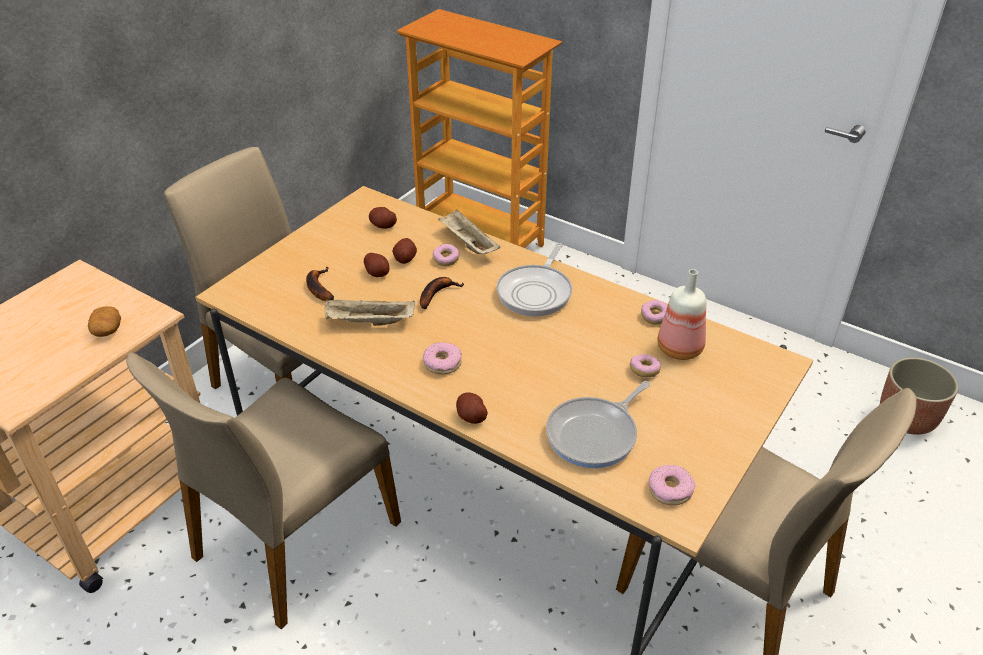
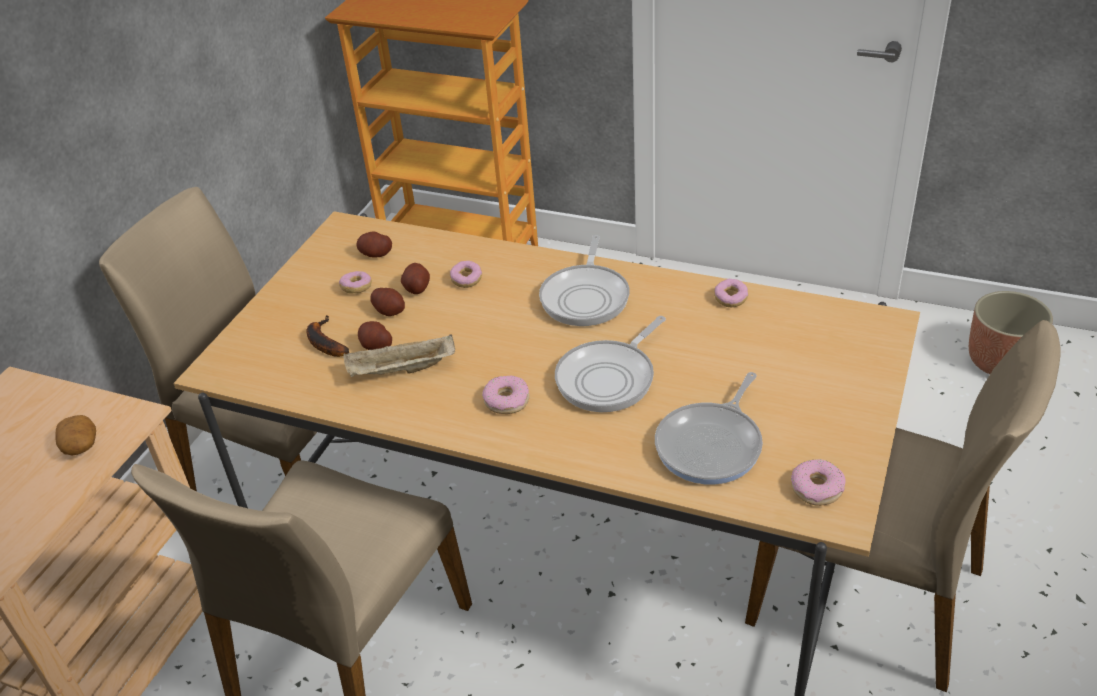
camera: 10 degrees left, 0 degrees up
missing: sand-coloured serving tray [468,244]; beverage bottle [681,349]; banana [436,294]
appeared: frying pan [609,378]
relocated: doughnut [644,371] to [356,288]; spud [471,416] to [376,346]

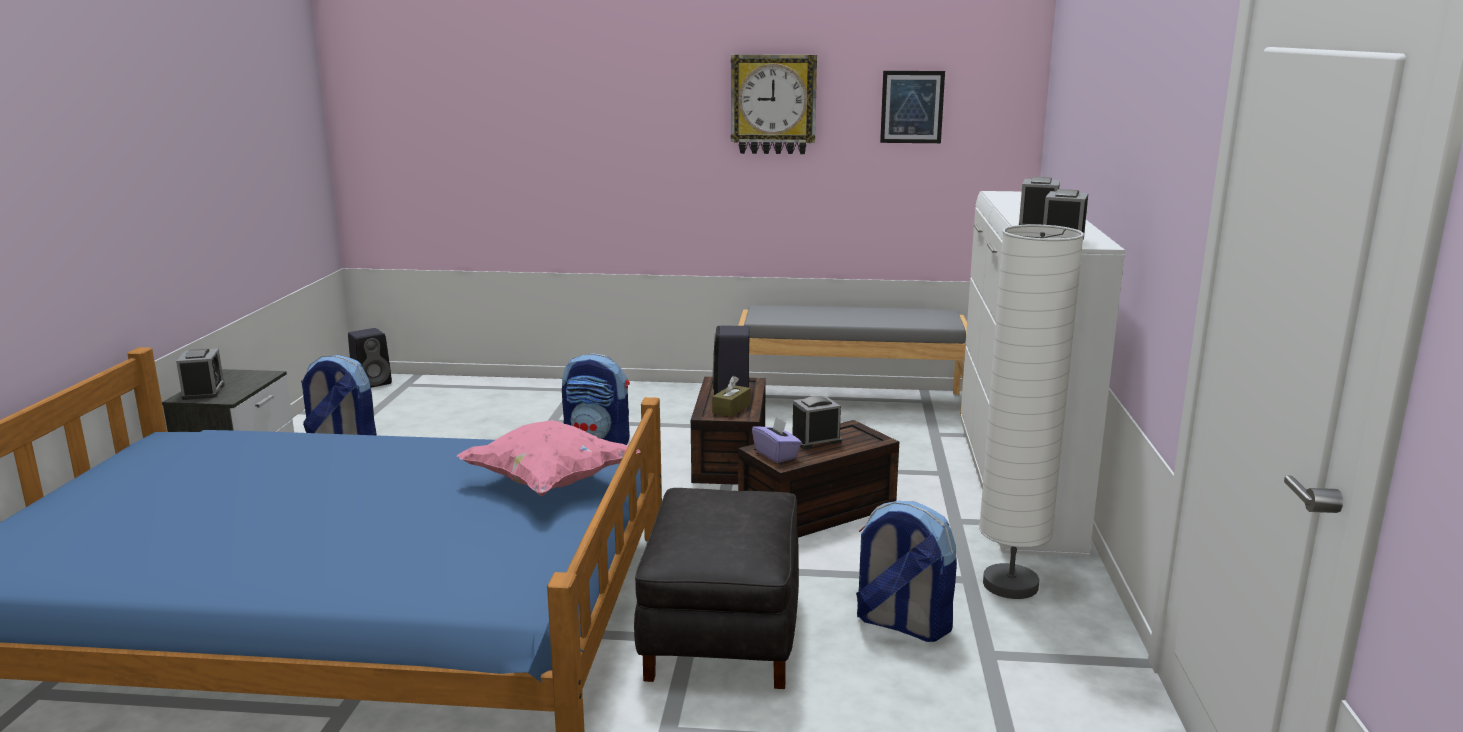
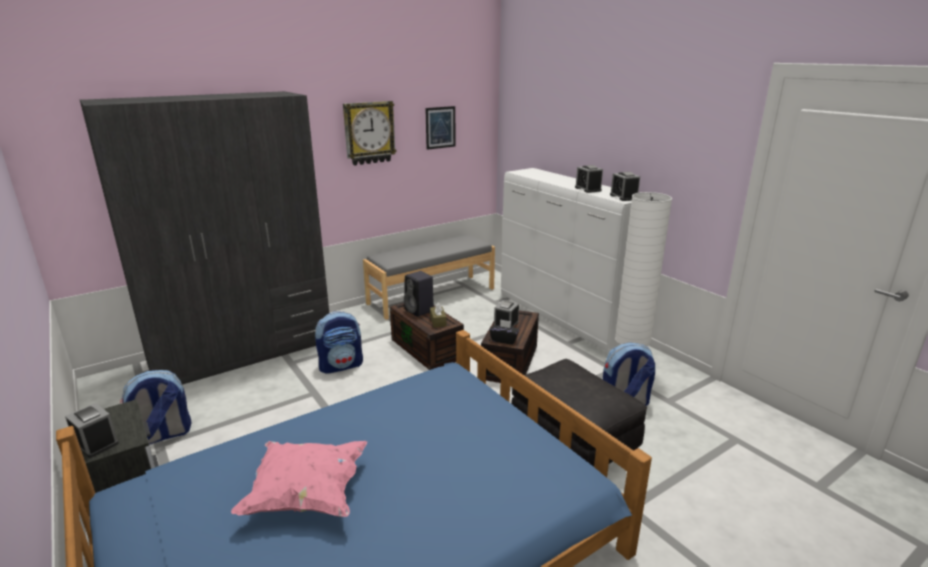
camera: 40 degrees left, 5 degrees up
missing: black-coloured loudspeaker [373,382]
appeared: greyish clothes cupboard [243,352]
relocated: pinkish throw pillow [549,483] to [306,495]
colour: purplish box of tissues [776,455] to black-coloured box of tissues [504,340]

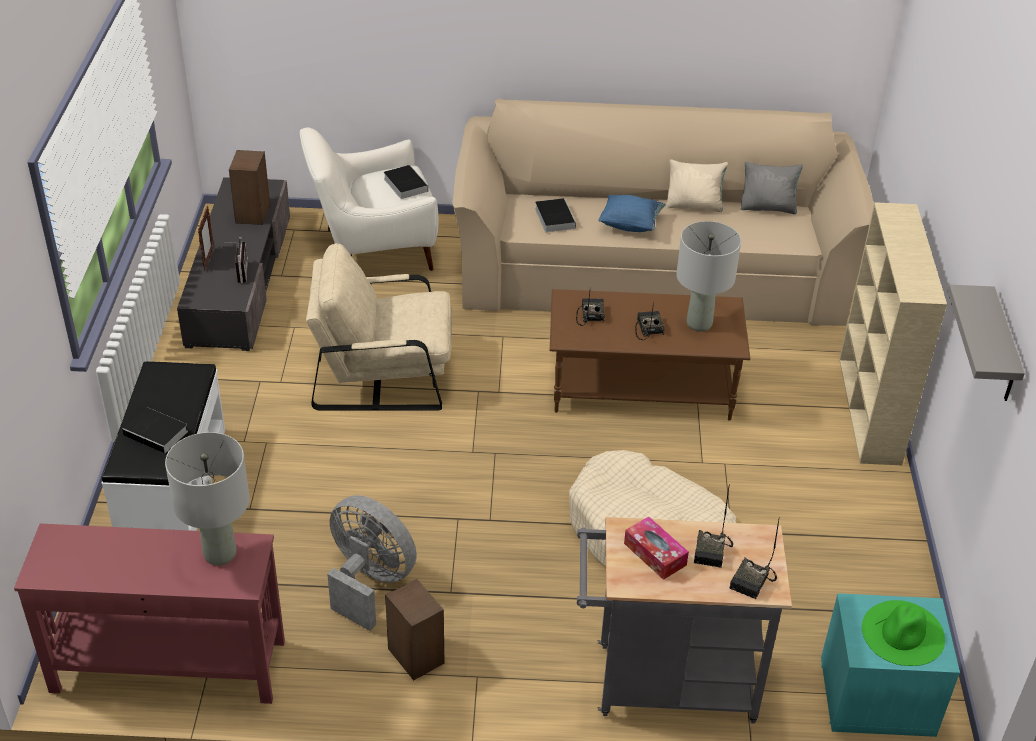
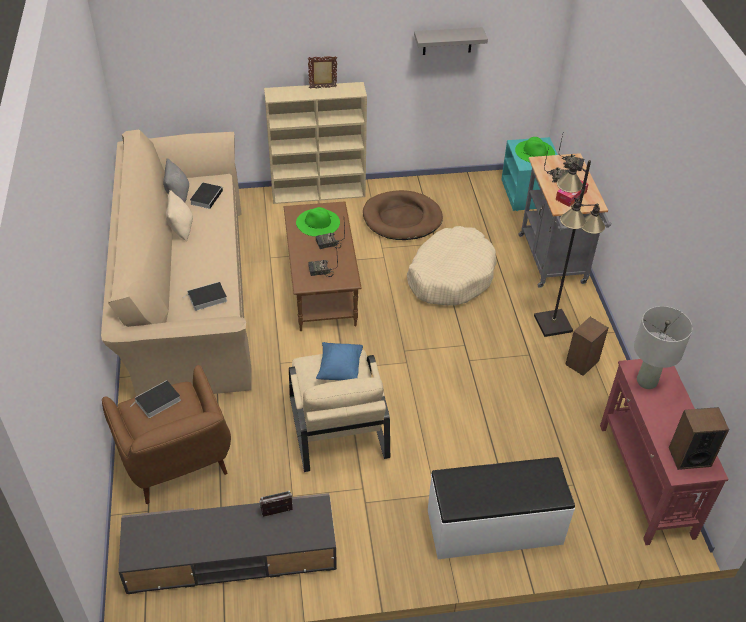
camera: 100 degrees left, 5 degrees up
missing: greyish fan [369,582]
appeared: black-coloured standard lamp [553,323]; brown-coloured dog cushion [402,219]
relocated: loudspeaker [253,213] to [689,456]; blue-coloured throw pillow [630,225] to [340,369]; standing frame [208,259] to [323,88]; volume [157,434] to [206,197]
exchanged: greyish lamp for a table [698,324] to green wearable hat [318,222]
colour: white lounge chair [373,251] to brown-coloured lounge chair [177,463]

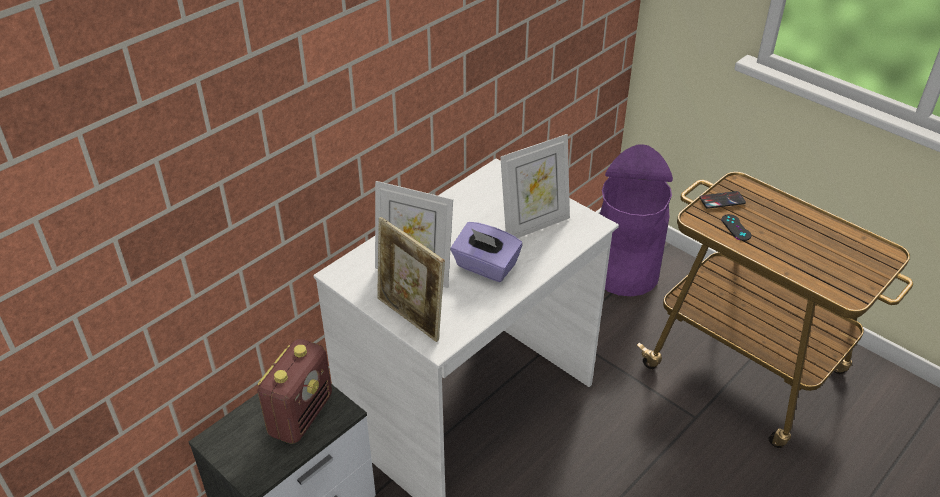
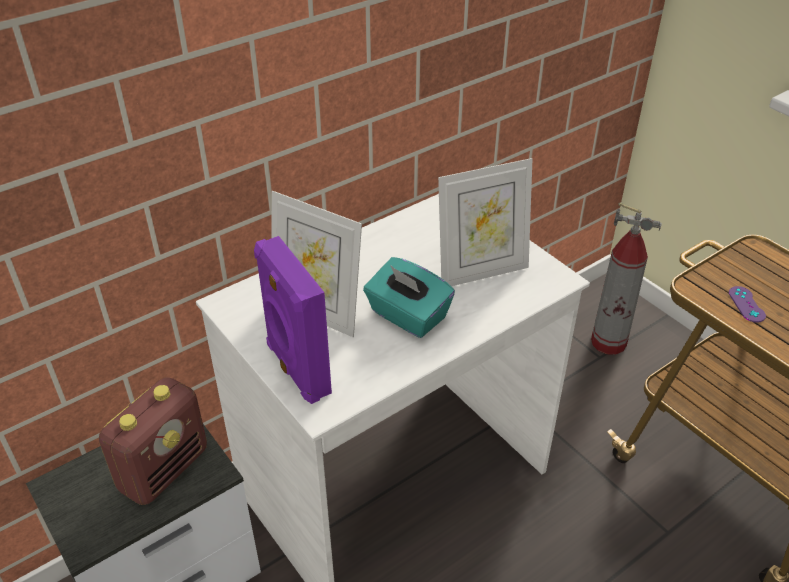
camera: 10 degrees right, 0 degrees up
missing: phone [722,200]
exchanged: purplish rubbish bin [625,273] to fire-fighting cylinder [609,342]; standing frame [411,317] to purplish loudspeaker [296,369]
colour: black-coloured game controller [736,227] to purplish game controller [746,304]; purplish box of tissues [485,266] to turquoise box of tissues [407,316]

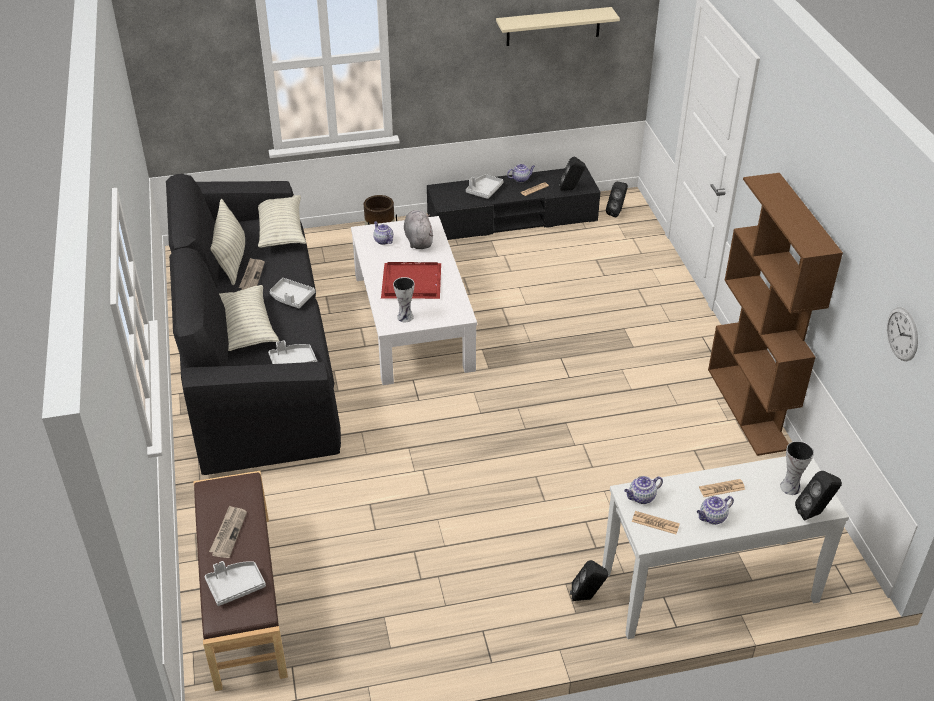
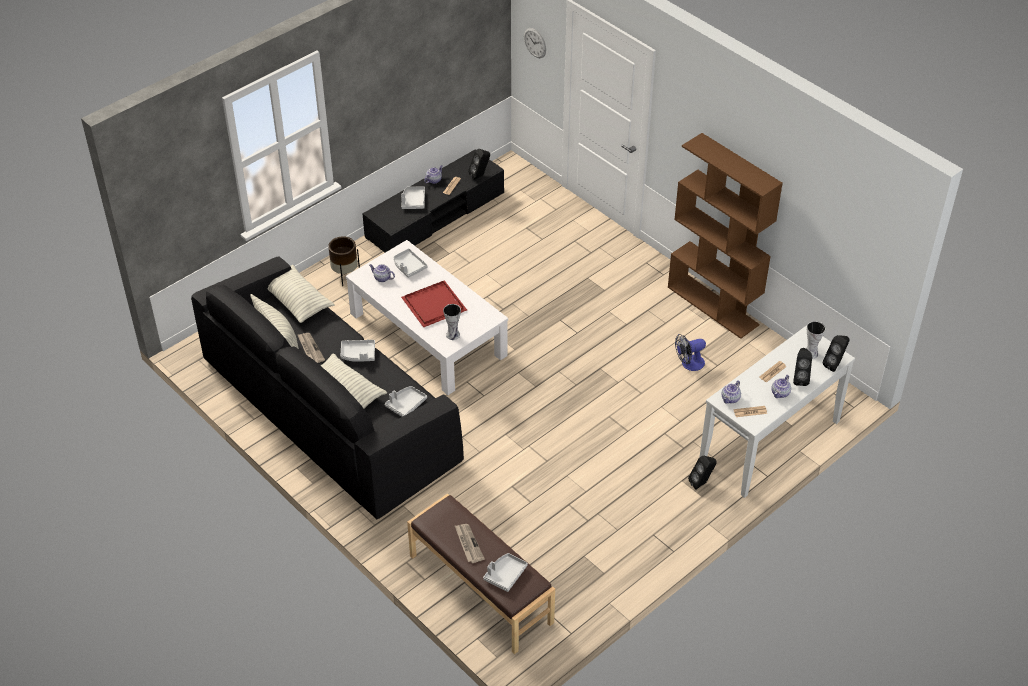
camera: 30 degrees left, 5 degrees up
missing: sand-coloured shelf [553,26]
appeared: fan [689,364]
relocated: black-coloured loudspeaker [617,213] to [799,378]; hanging clock [902,334] to [535,43]
exchanged: greyish soft toy [418,240] to greyish serving tray [409,266]

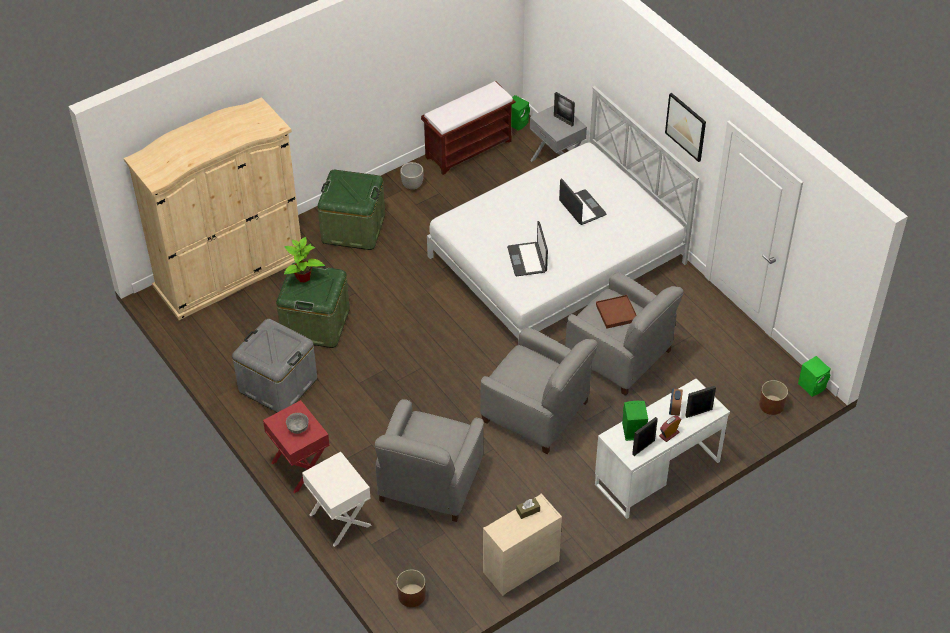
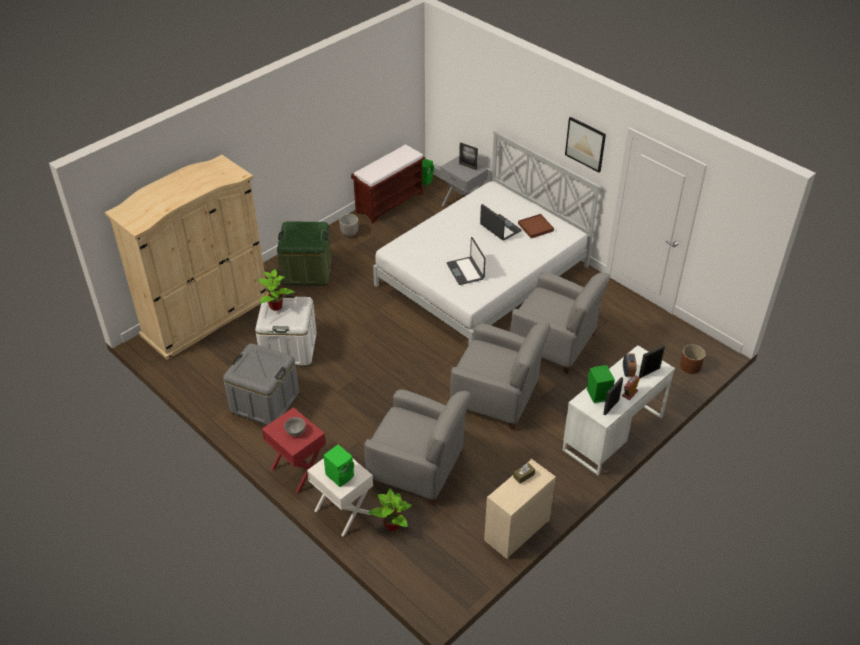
camera: 10 degrees left, 5 degrees down
missing: brown-coloured plant pot [411,595]
appeared: plant in a pot [393,525]
relocated: brown-coloured serving tray [616,313] to [535,227]; green loudspeaker [812,386] to [340,475]
colour: green storage container [315,323] to white storage container [289,348]
spun: greyish lounge chair [430,482] = [417,467] 75 degrees counterclockwise

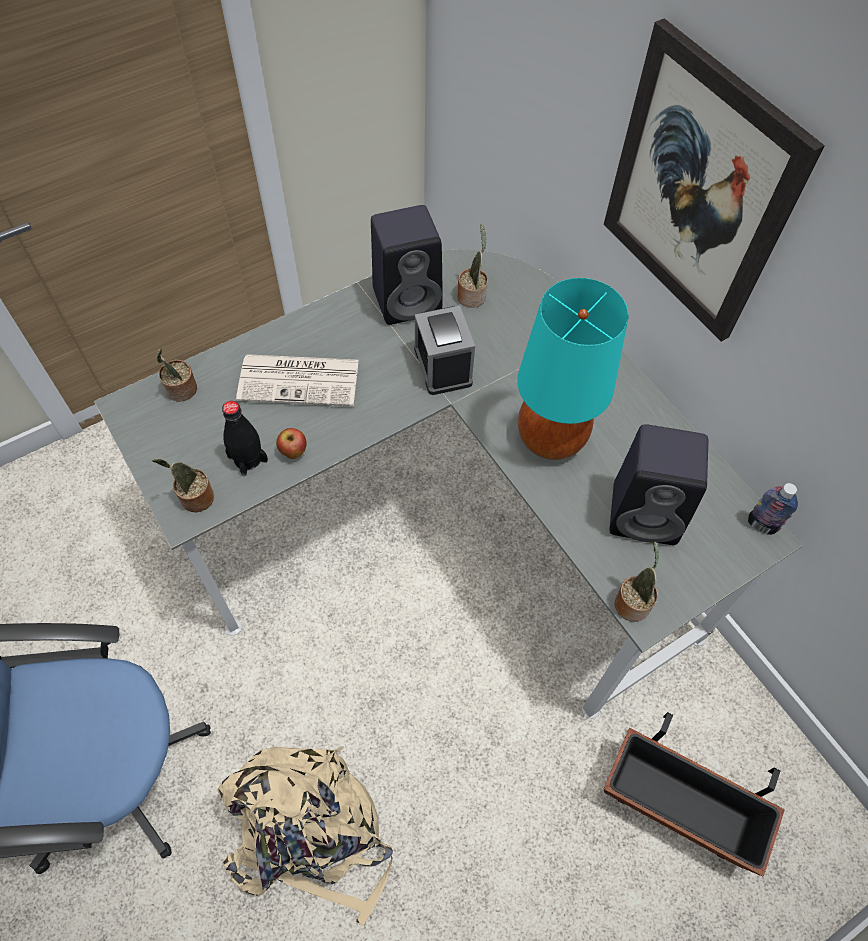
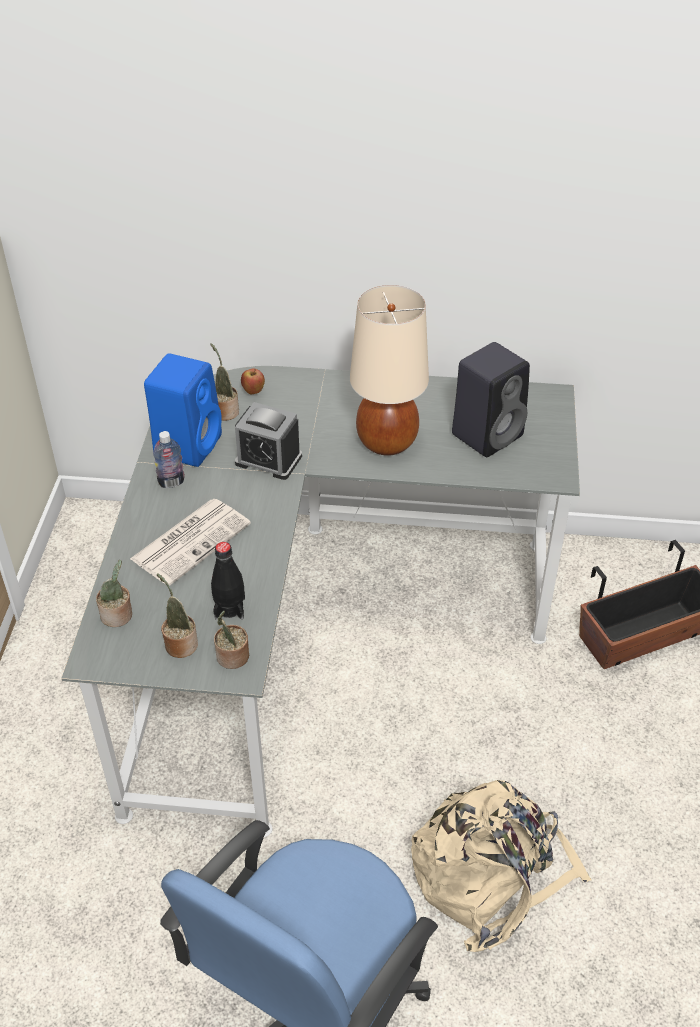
camera: 50 degrees left, 15 degrees down
missing: wall picture [699,189]
relocated: apple fruit [293,452] to [253,391]; beverage bottle [761,525] to [171,482]; plant in a pot [632,602] to [180,643]
colour: black-coloured loudspeaker [409,299] to blue-coloured loudspeaker [188,444]; turquoise lamp for a table [550,438] to sand-coloured lamp for a table [386,443]

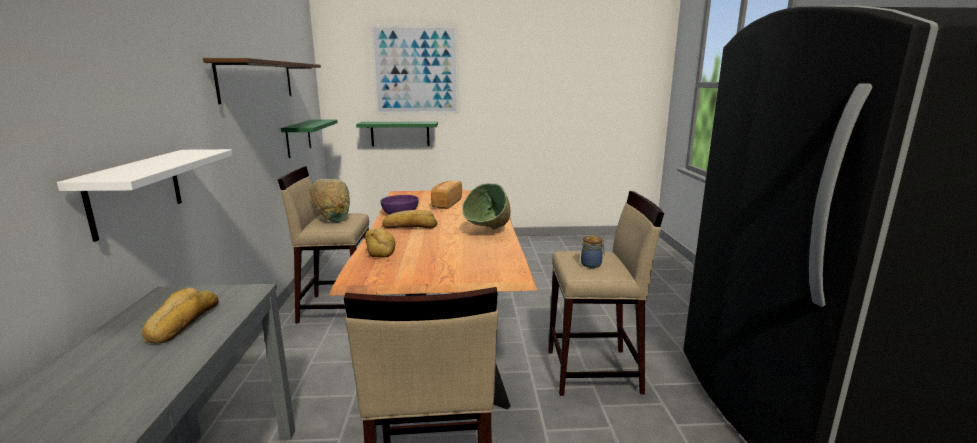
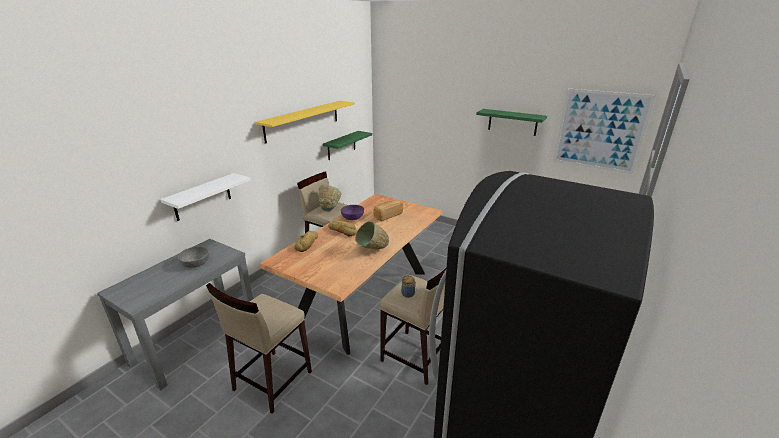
camera: 35 degrees right, 10 degrees up
relocated: wall picture [416,70] to [600,131]; green shelf [400,133] to [512,122]
exchanged: bakery bread [181,322] to greyish bowl [196,263]
colour: brown-coloured shelf [258,80] to yellowish shelf [303,120]

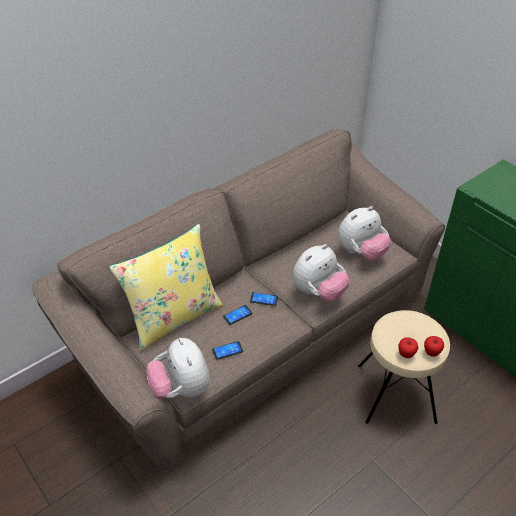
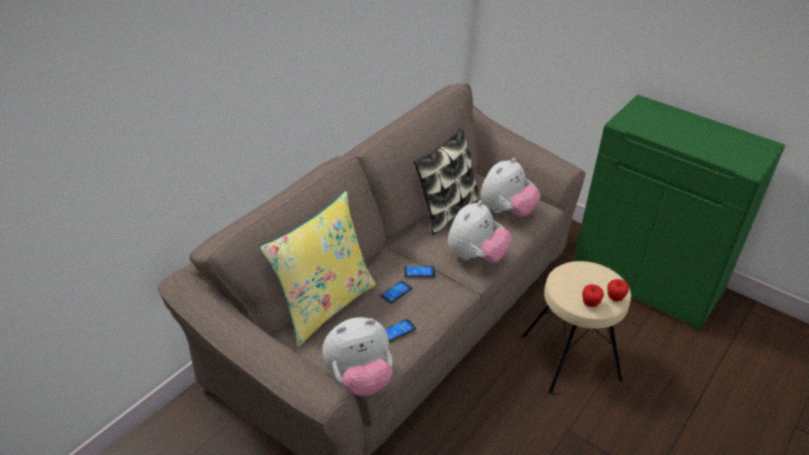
camera: 15 degrees left, 5 degrees down
appeared: throw pillow [445,211]
spun: soft toy [181,388] = [359,379] 75 degrees counterclockwise

